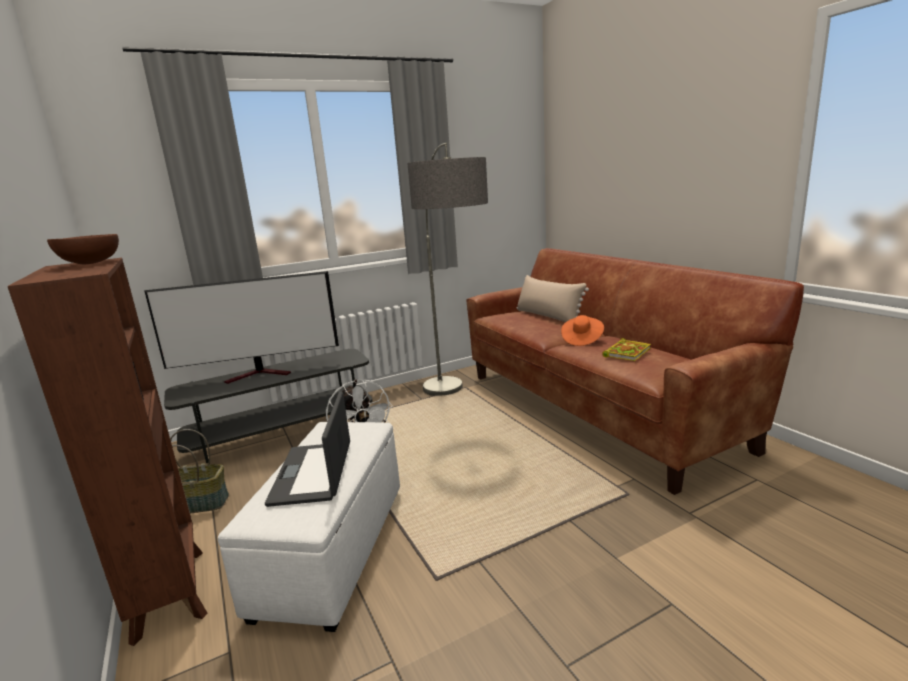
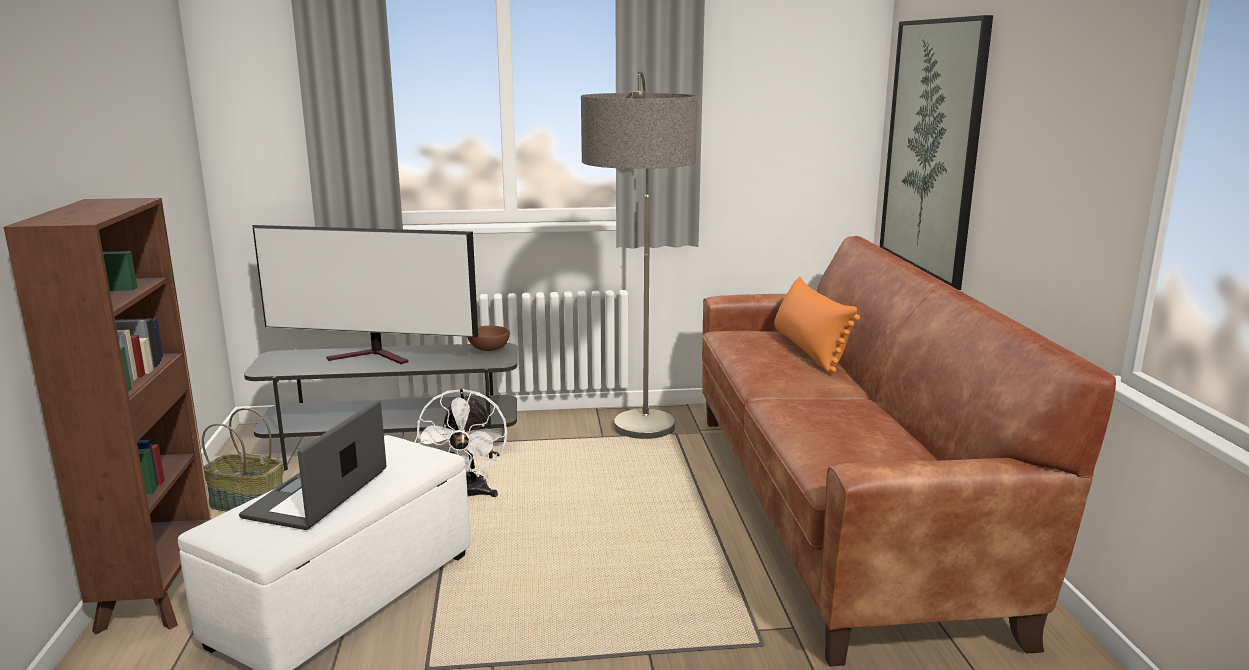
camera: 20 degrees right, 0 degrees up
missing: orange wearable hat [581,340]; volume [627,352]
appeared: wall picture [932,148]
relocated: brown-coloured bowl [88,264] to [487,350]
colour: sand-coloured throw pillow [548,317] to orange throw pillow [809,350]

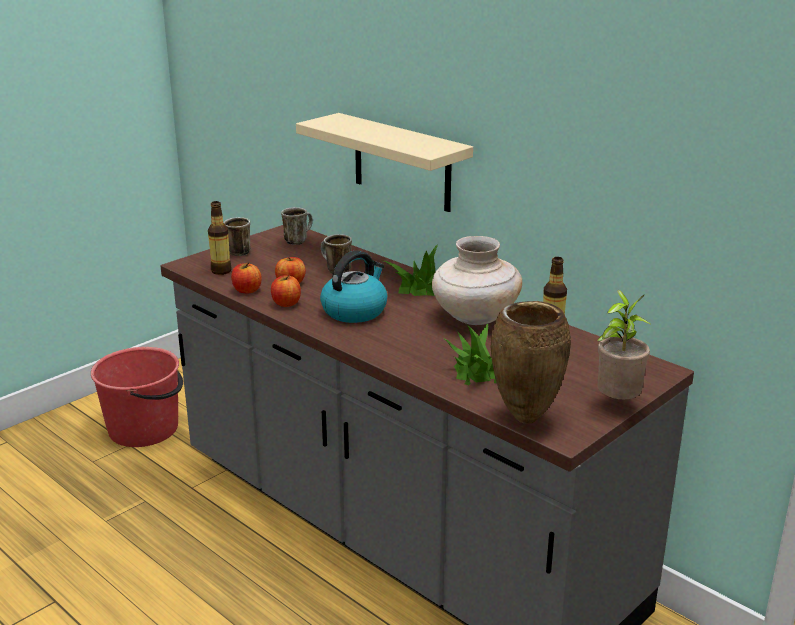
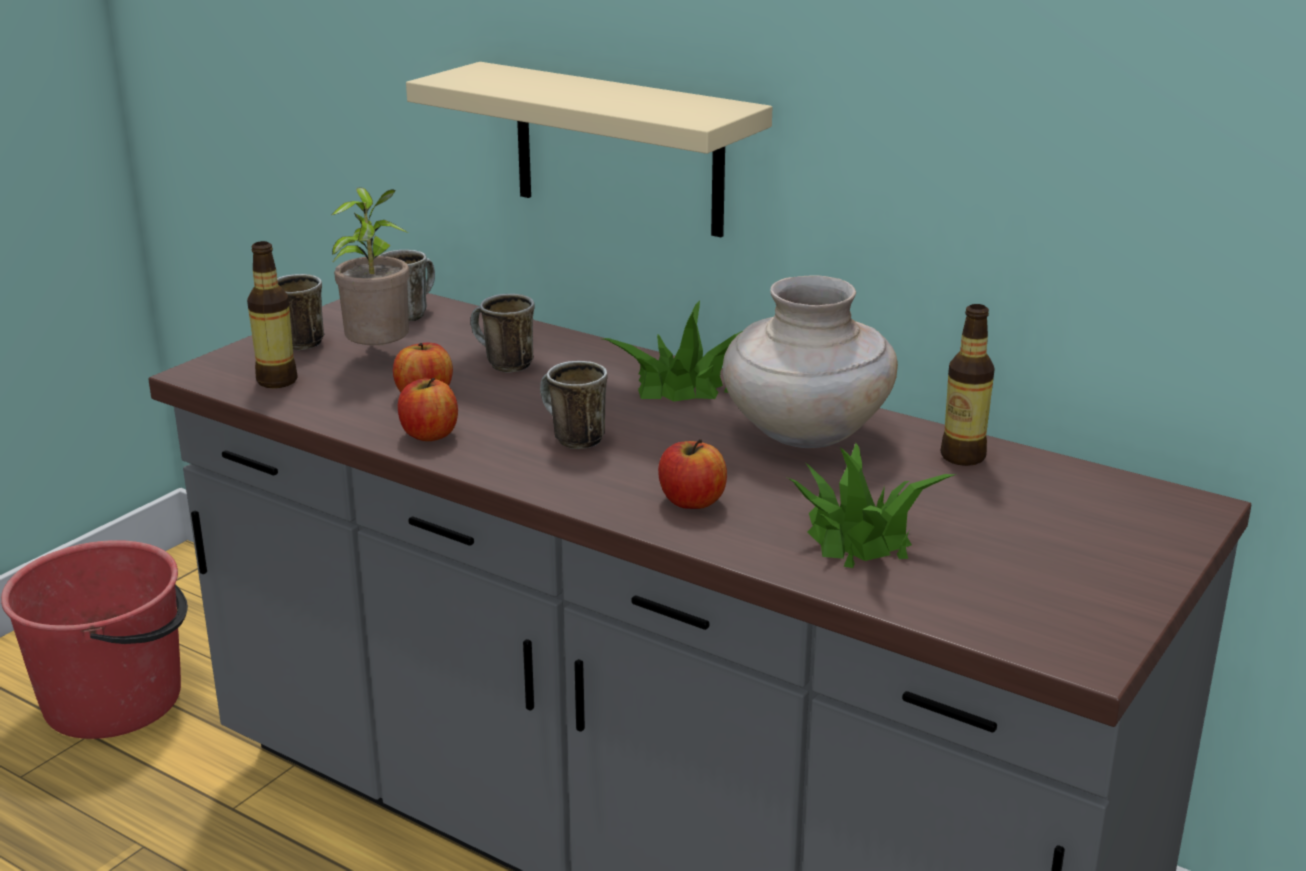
camera: 10 degrees left, 0 degrees up
missing: brown-coloured vase [524,418]
relocated: apple fruit [247,290] to [691,501]; plant in a pot [617,403] to [379,356]
exchanged: kettle [355,311] to tea mug [570,438]

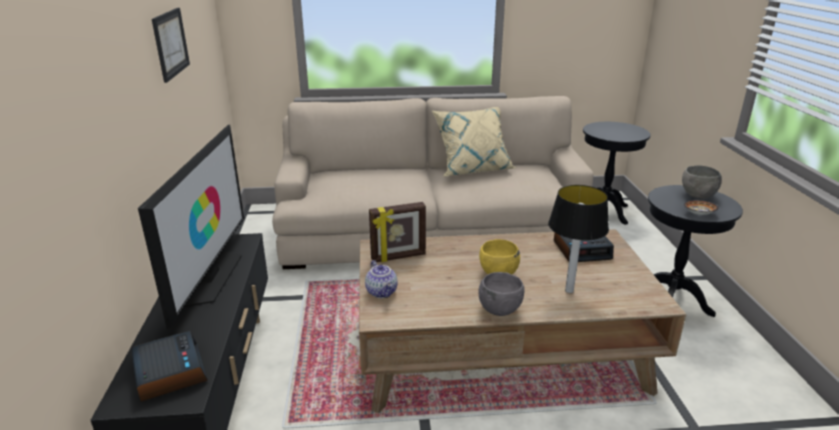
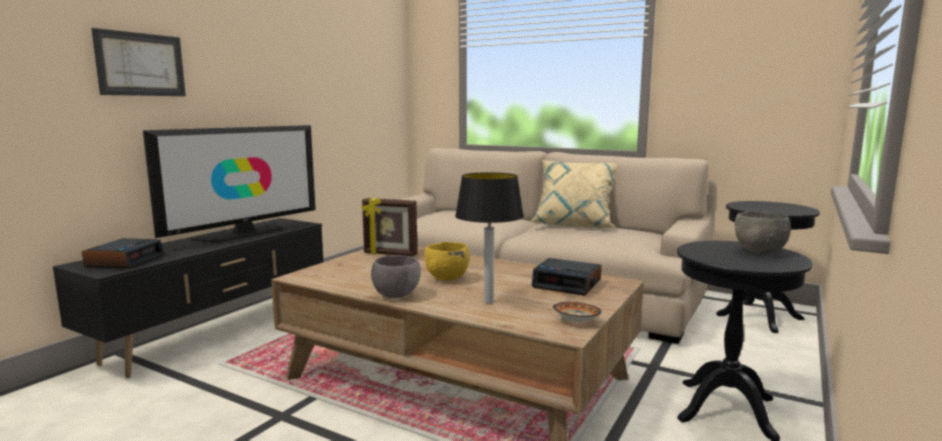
camera: 35 degrees right, 15 degrees down
missing: teapot [382,292]
relocated: wall picture [170,43] to [141,64]; bowl [700,214] to [577,322]

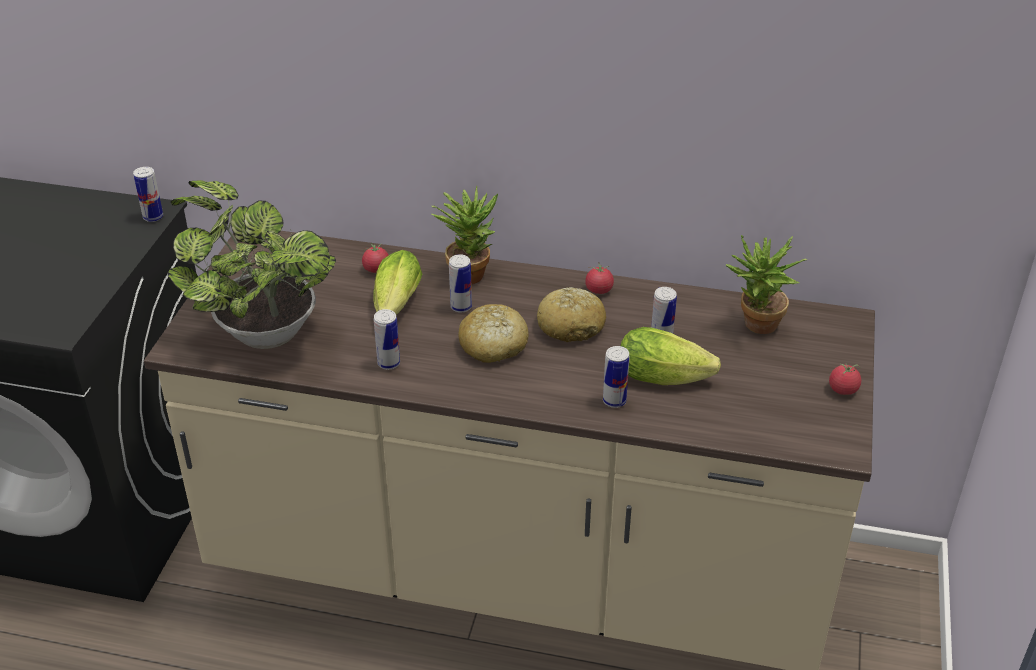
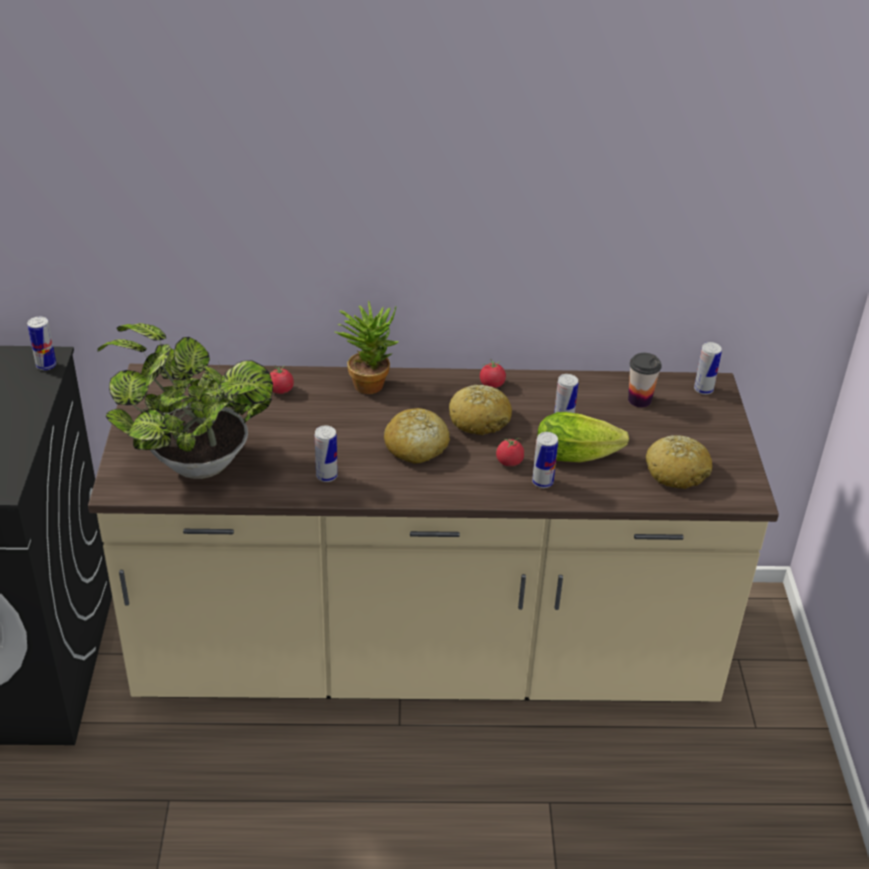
camera: 15 degrees left, 0 degrees up
missing: lettuce head [395,307]
appeared: bakery bread [676,472]
relocated: can [461,307] to [703,389]; fresh tomato [843,390] to [509,462]
exchanged: plant in a pot [755,326] to cup [639,400]

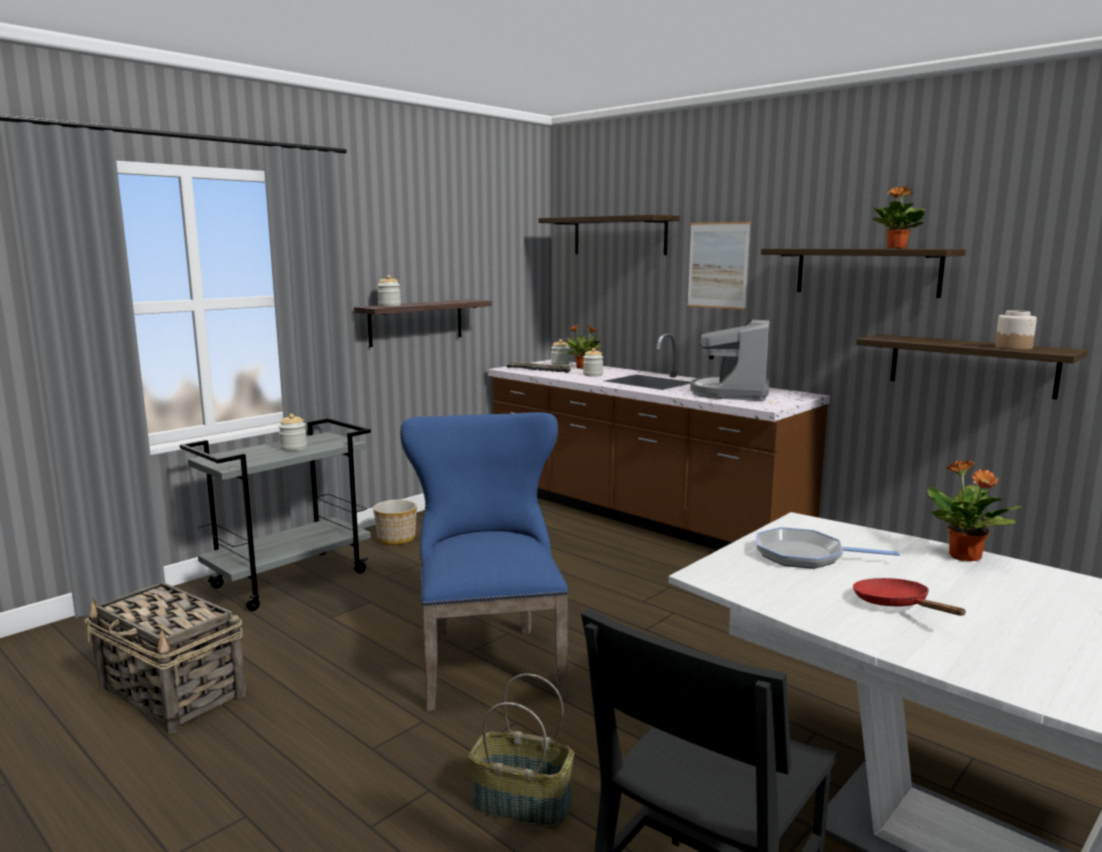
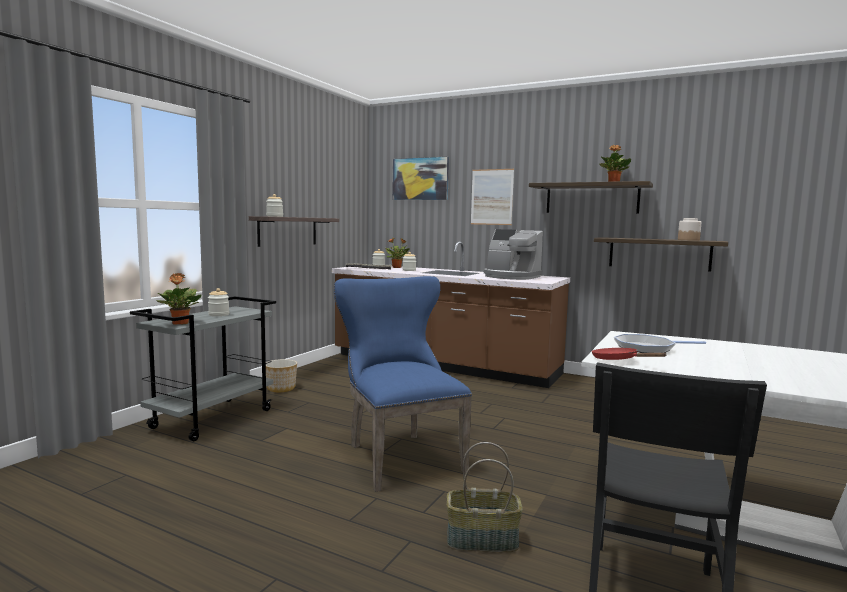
camera: 15 degrees left, 5 degrees down
missing: basket [173,693]
relocated: plant in a pot [965,557] to [180,323]; red frying pan [896,605] to [618,360]
exchanged: shelf [619,236] to wall picture [420,179]
spun: coffee machine [732,393] = [511,277] 60 degrees counterclockwise

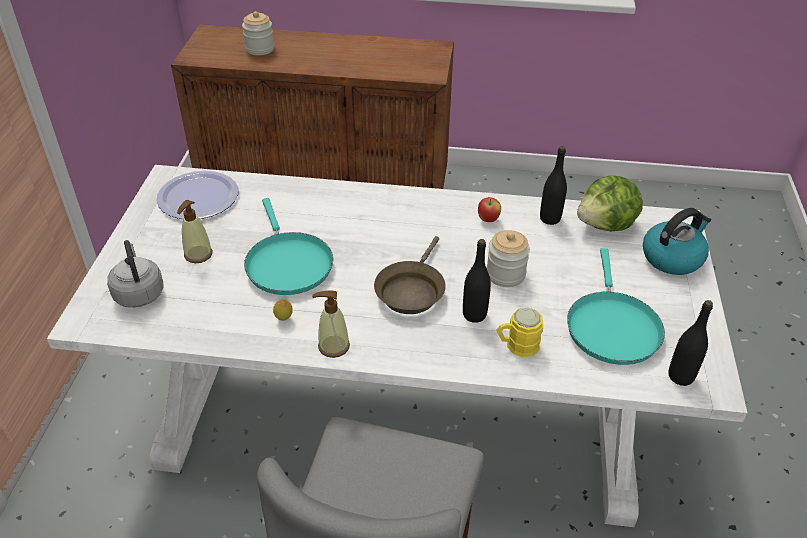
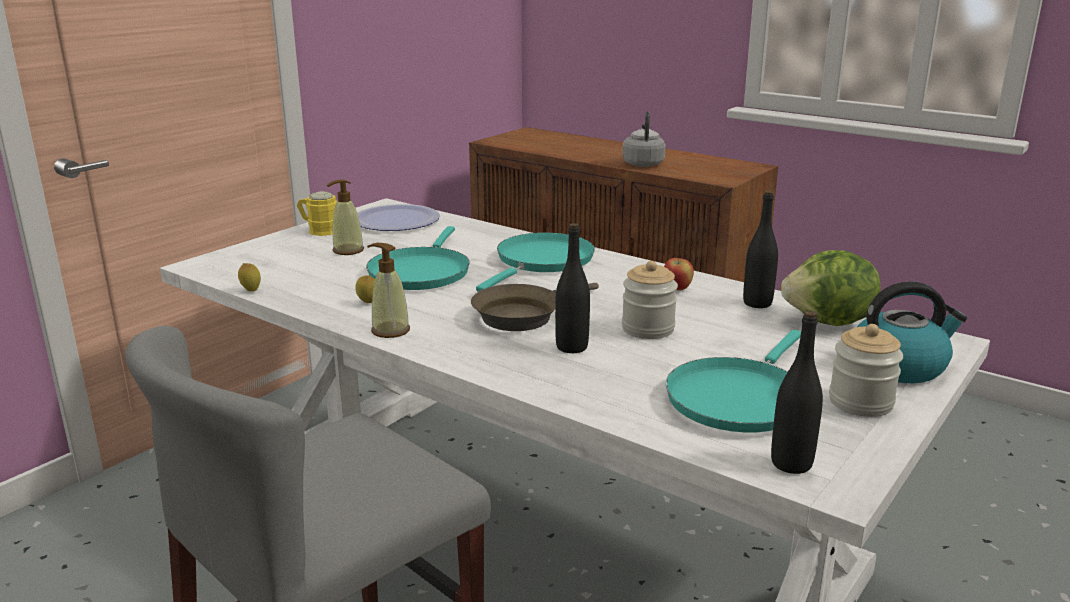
camera: 30 degrees right, 20 degrees down
appeared: turquoise frying pan [541,261]; lemon [251,290]
relocated: jar [260,49] to [860,402]; greyish kettle [139,292] to [643,163]; yellowish tea mug [516,345] to [318,230]

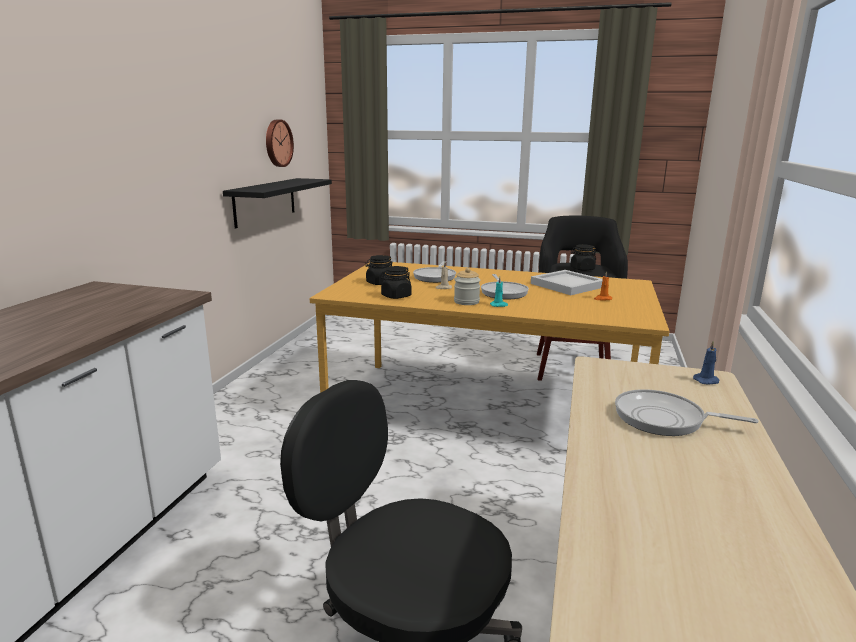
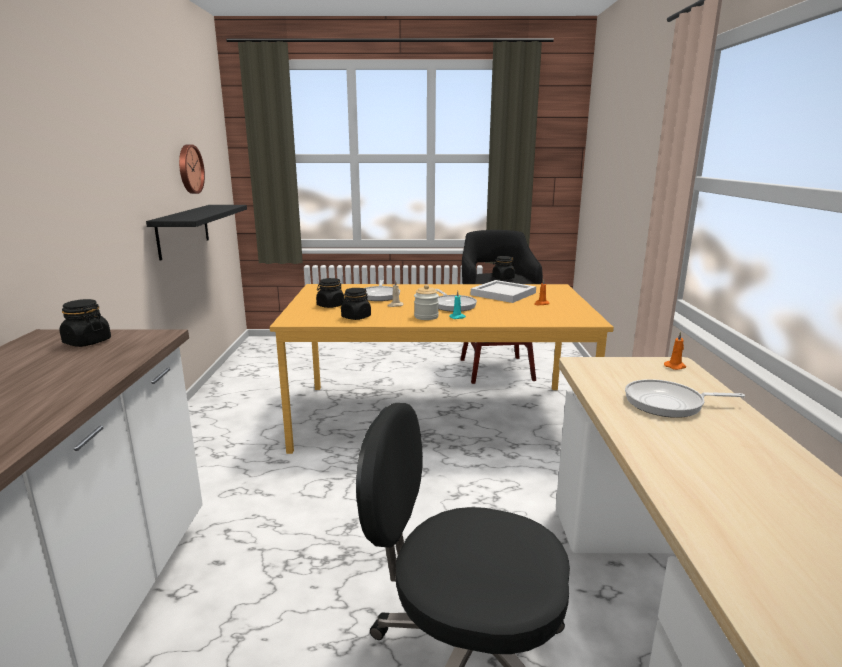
camera: 15 degrees left, 0 degrees up
appeared: black-coloured jar [87,342]
colour: blue-coloured candle [707,381] to orange candle [675,366]

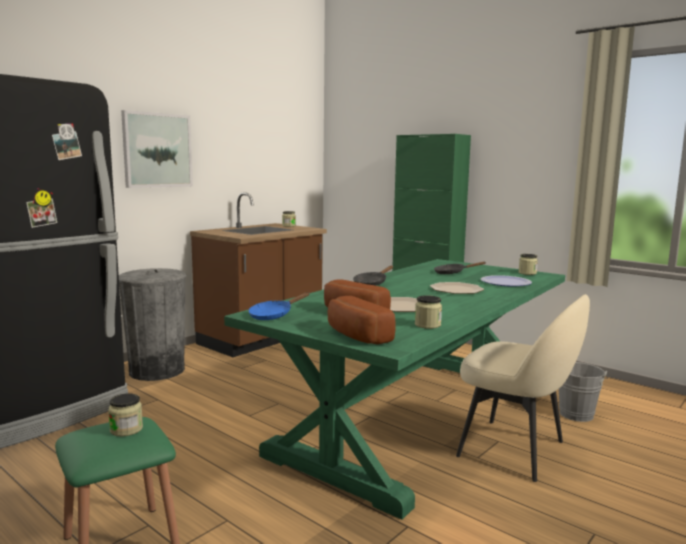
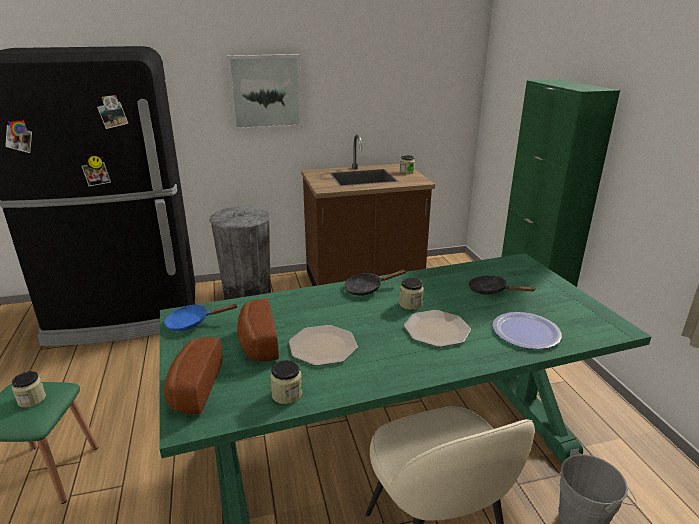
camera: 35 degrees right, 15 degrees up
relocated: jar [527,273] to [410,304]

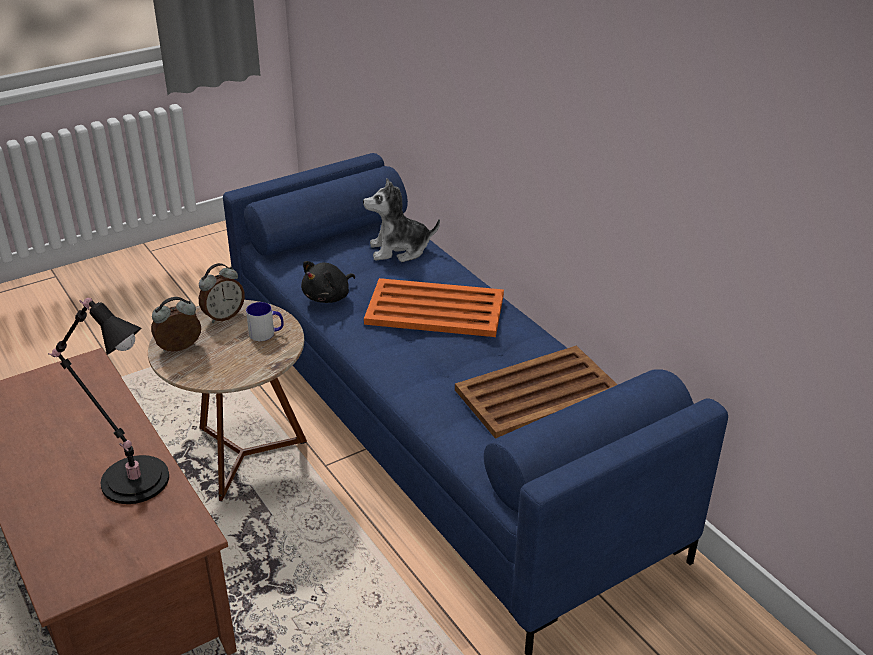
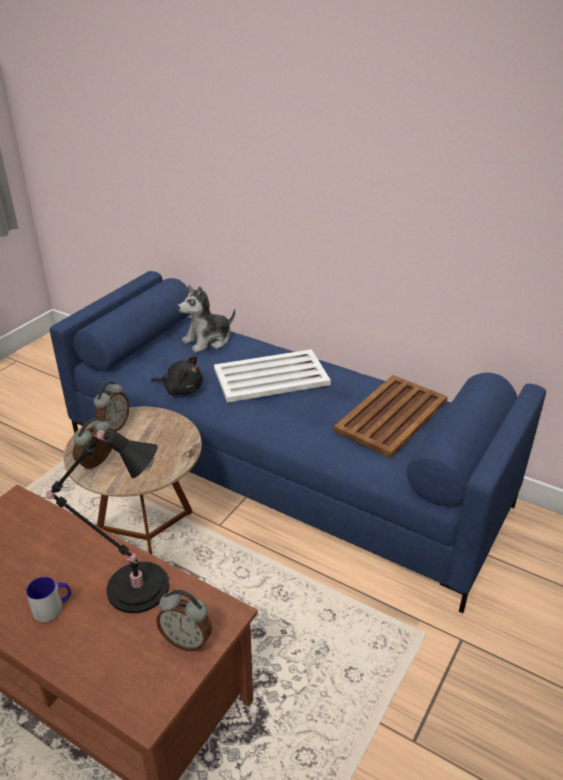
camera: 25 degrees left, 0 degrees up
appeared: table clock [187,640]
relocated: tea mug [266,334] to [53,608]
colour: orange serving tray [433,309] to white serving tray [270,377]
spun: black-coloured soft toy [328,297] = [181,389] 90 degrees counterclockwise

